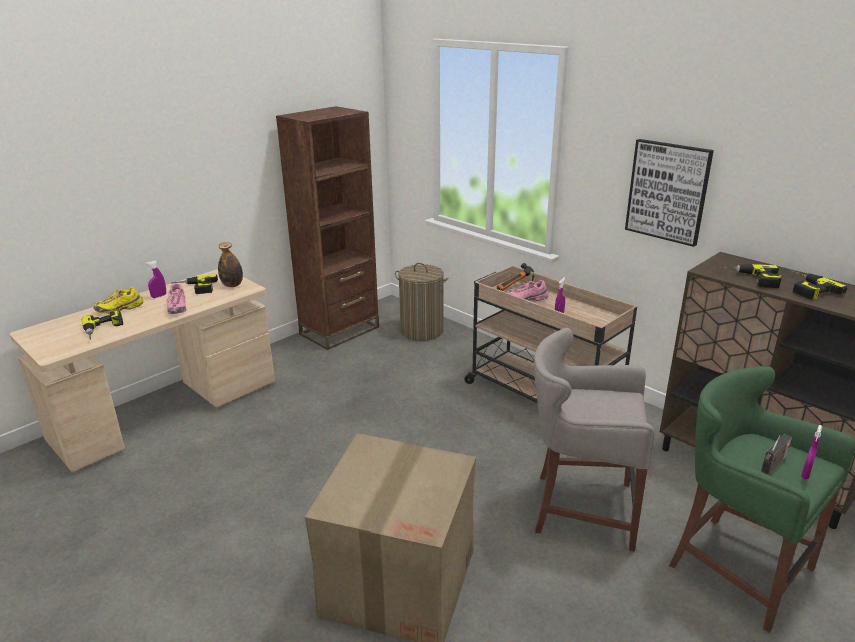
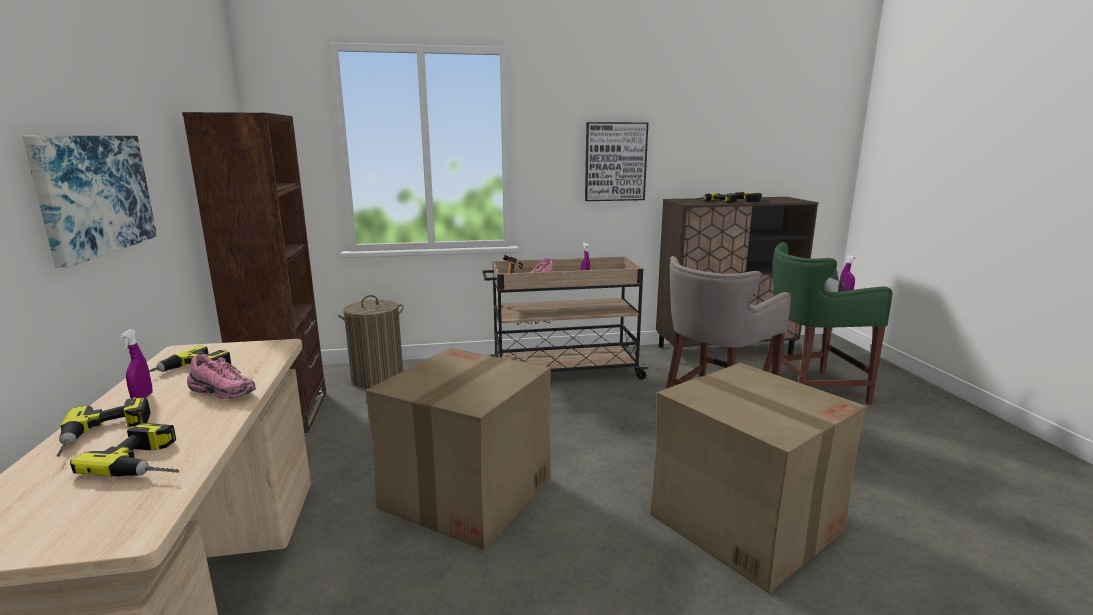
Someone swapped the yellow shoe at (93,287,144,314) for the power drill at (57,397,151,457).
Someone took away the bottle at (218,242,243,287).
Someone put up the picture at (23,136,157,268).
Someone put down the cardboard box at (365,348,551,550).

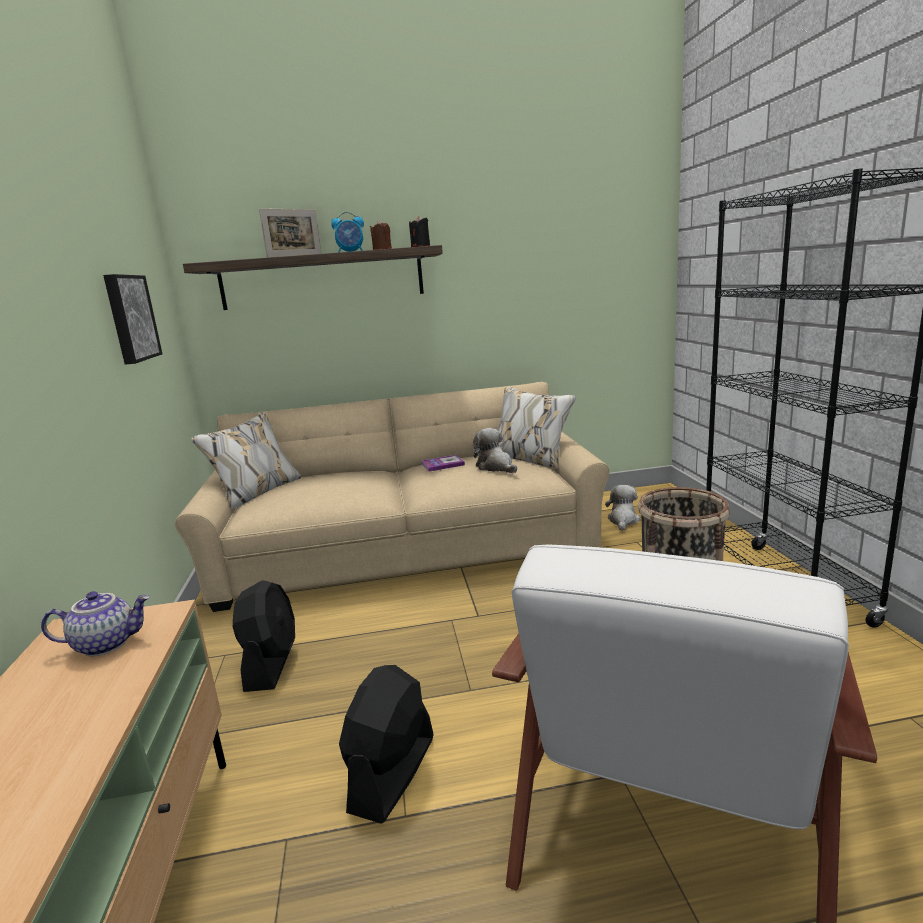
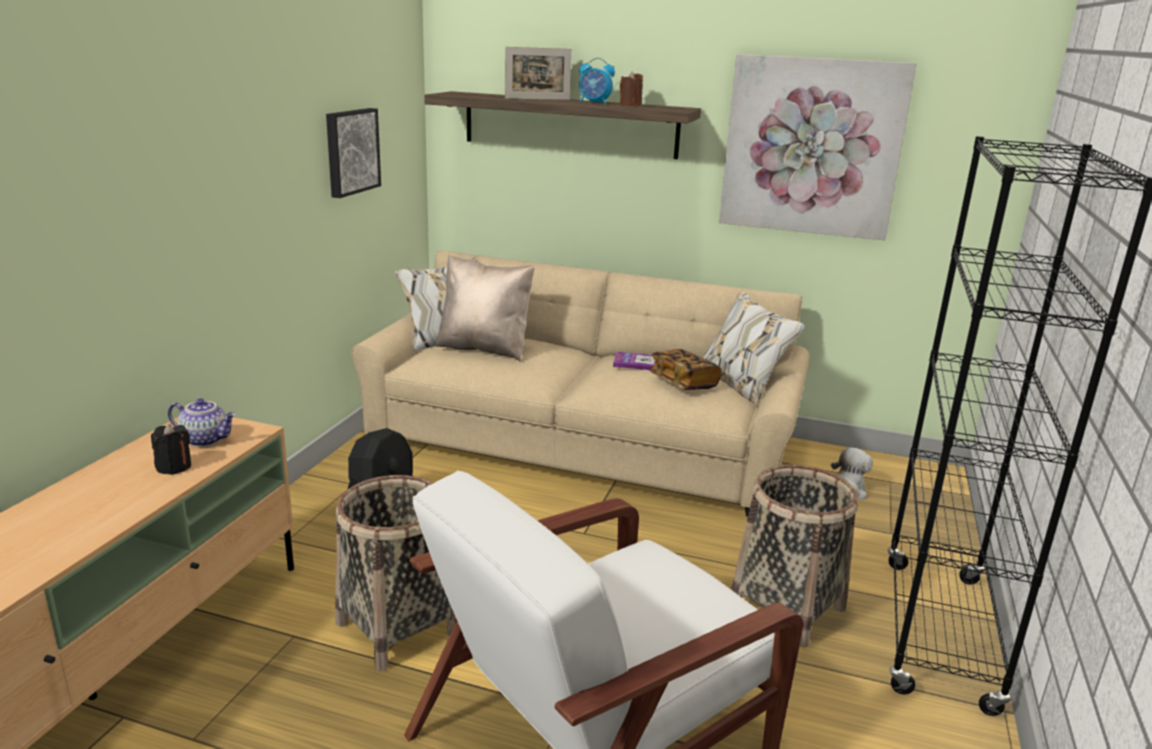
Someone swapped the black fan at (339,665,434,824) for the basket at (335,475,457,671).
Someone carried the black candle from (409,216,430,247) to (151,424,191,475).
Someone swapped the plush toy at (473,428,517,473) for the book at (649,349,722,390).
Someone put down the beige pillow at (435,255,535,361).
Someone put up the picture at (719,54,917,240).

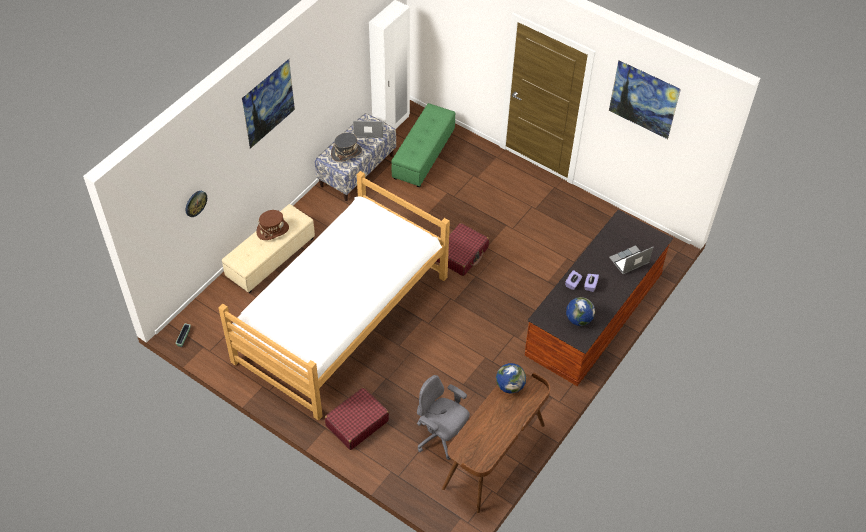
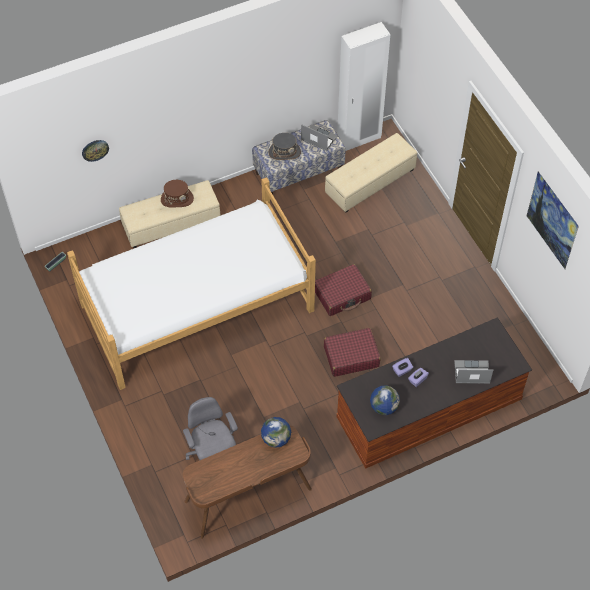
Someone took away the picture at (242,59,295,149).
Someone carried the red suitcase from (325,387,389,450) to (324,328,381,377).
Someone repainted the green ottoman at (391,103,456,188), which became the beige ottoman at (325,133,417,213).

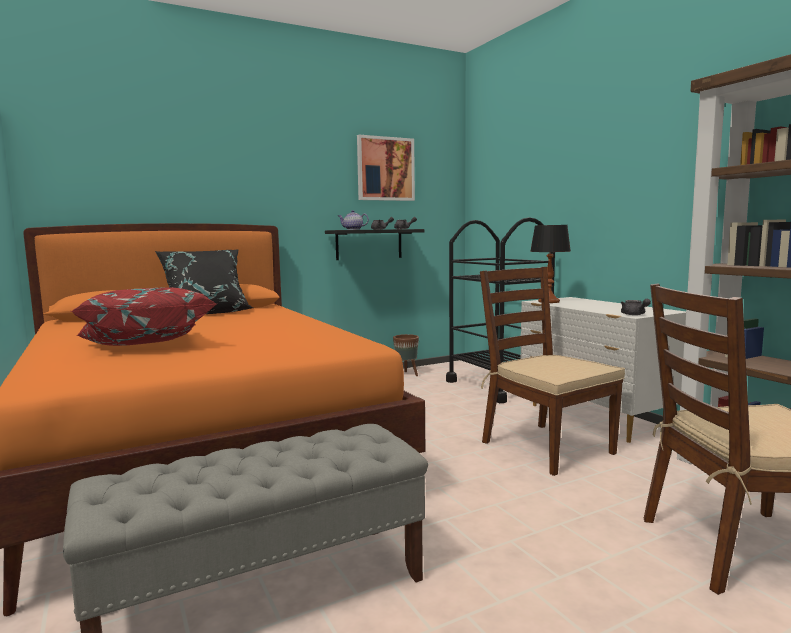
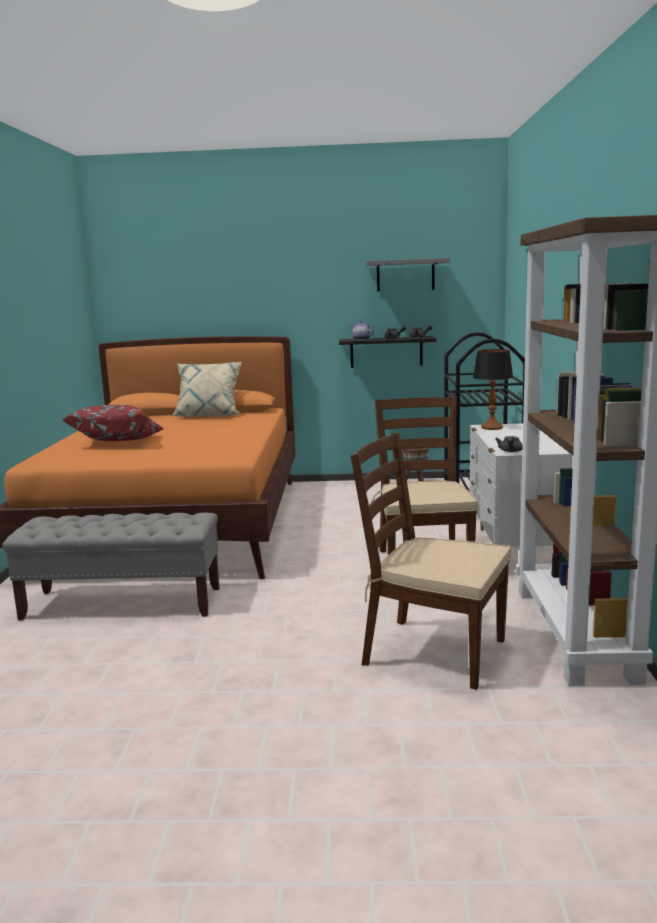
Someone repainted the black pillow at (155,249,253,314), which became the beige pillow at (170,362,242,417).
Someone swapped the picture at (357,135,415,201) for the grey shelf at (366,258,450,292).

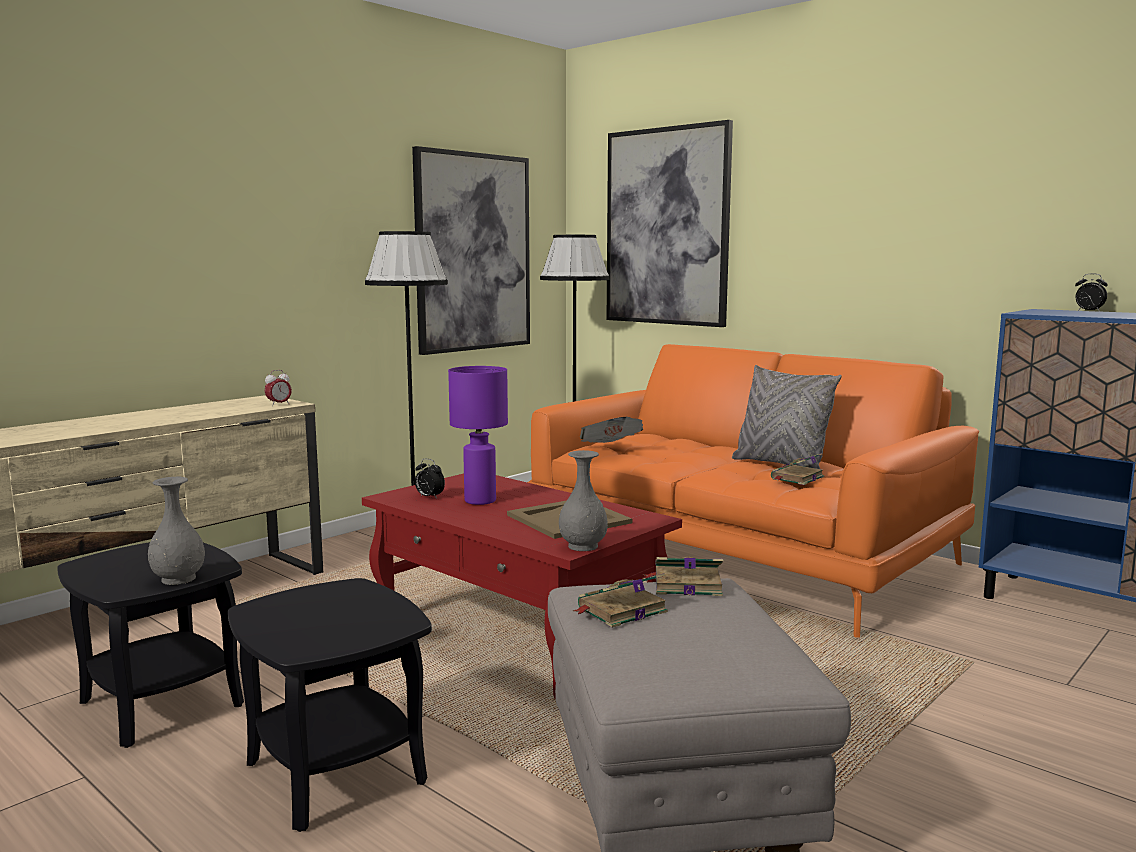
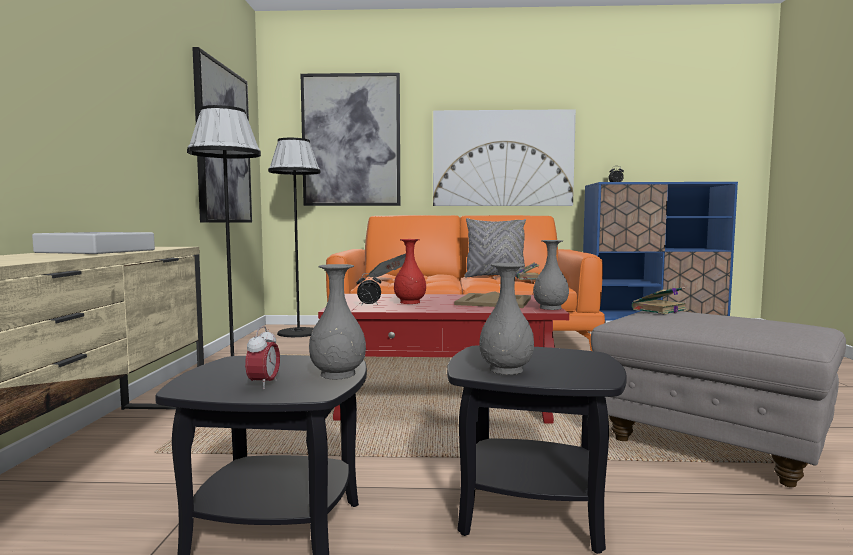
Someone carried the alarm clock from (265,370,292,406) to (245,326,280,389).
Someone swapped the purple table lamp at (448,366,508,505) for the red vase at (394,239,426,304).
Someone took away the book at (573,573,668,628).
Someone put down the grey tray at (32,232,155,254).
Someone put up the picture at (433,109,576,206).
Someone put down the grey vase at (479,263,534,375).

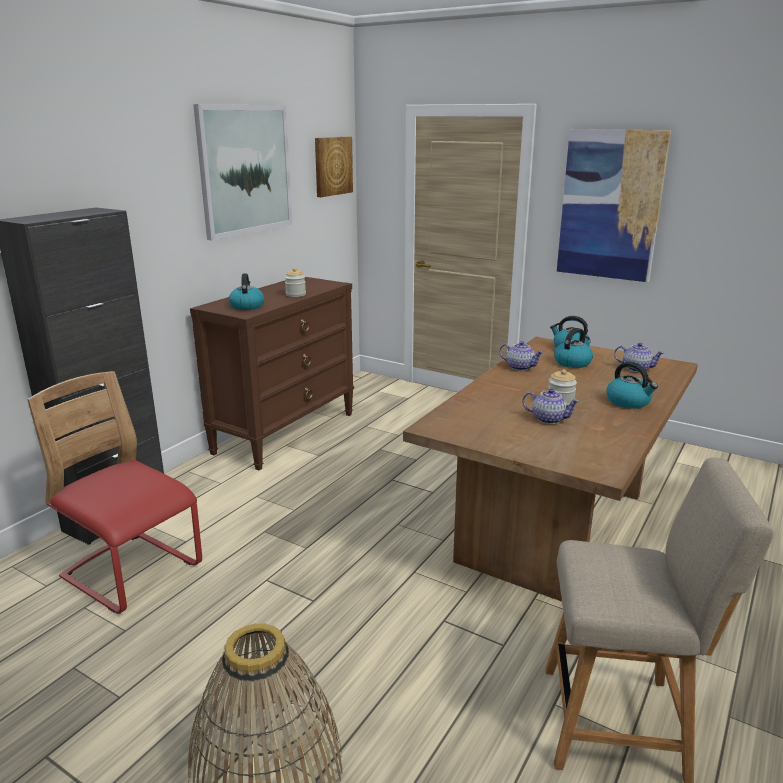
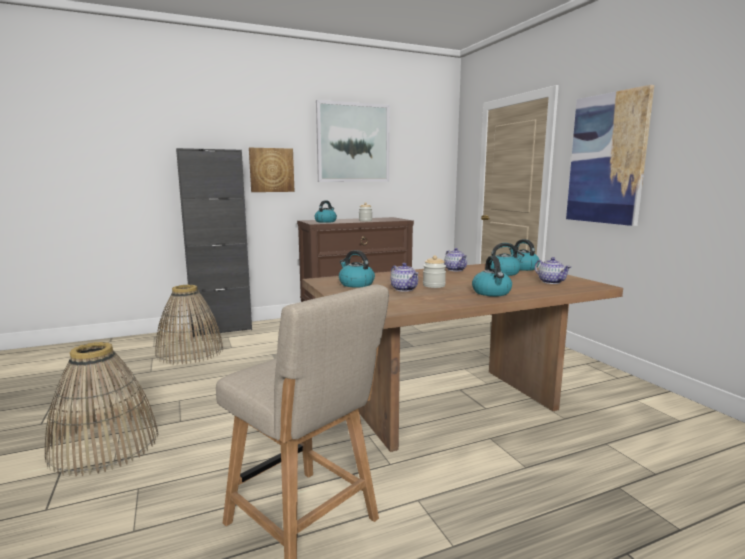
Someone swapped the red chair at (27,371,202,614) for the basket at (155,285,223,365).
Someone carried the picture from (315,136,353,197) to (249,148,295,192).
Someone put down the kettle at (339,250,375,288).

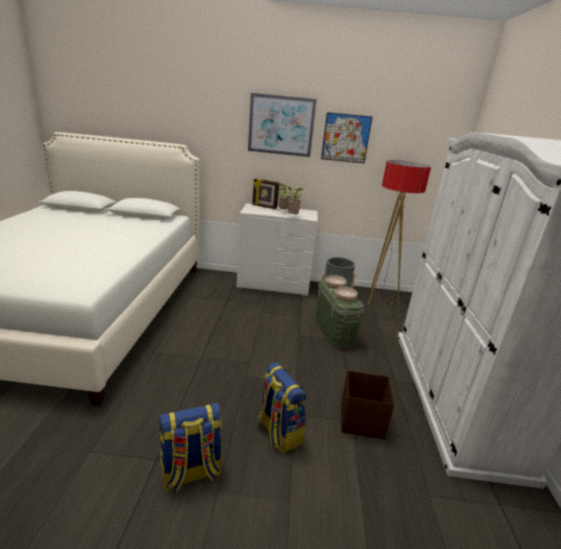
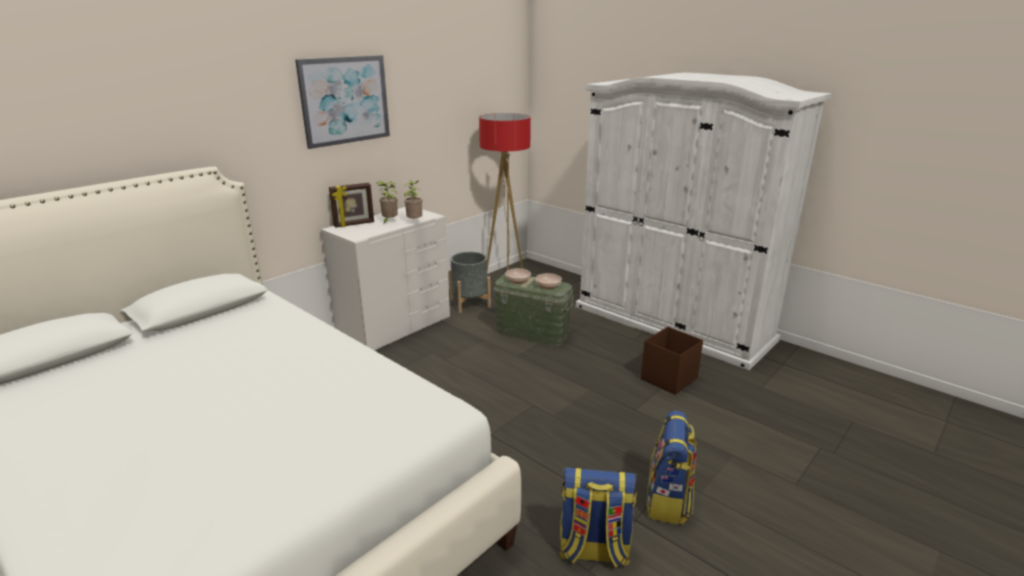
Someone carried the backpack from (257,362,307,453) to (559,467,637,568).
Someone took away the picture at (321,112,372,163).

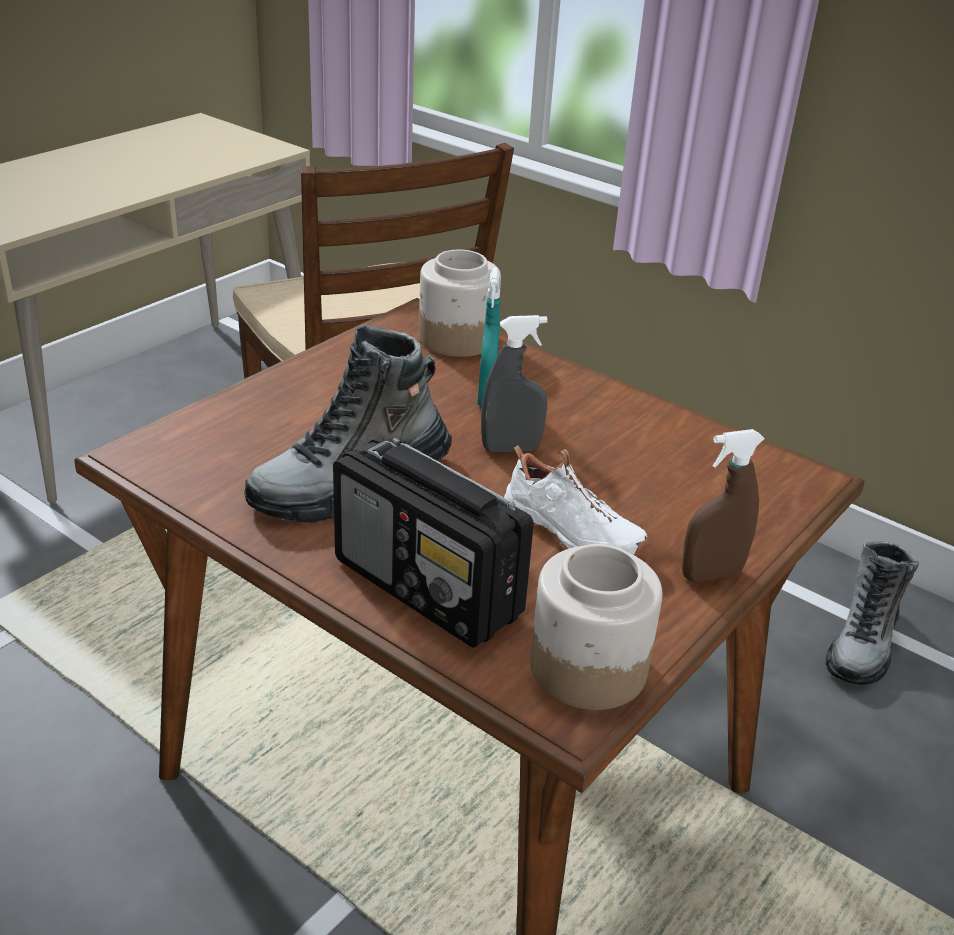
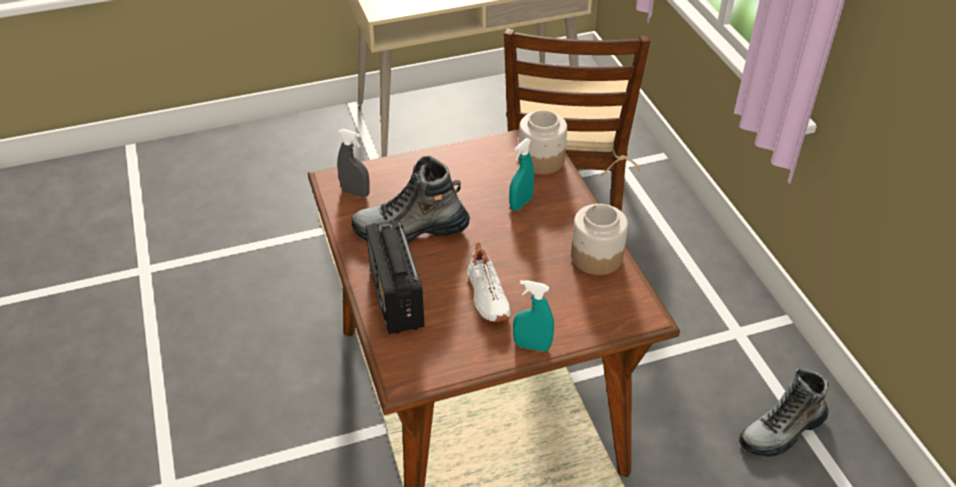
Someone carried the grey spray bottle from (481,315,548,452) to (337,129,370,197).
Someone carried the jar from (530,544,662,710) to (571,204,628,275).
Someone repainted the brown spray bottle at (682,429,765,582), which became the turquoise spray bottle at (513,280,554,352).

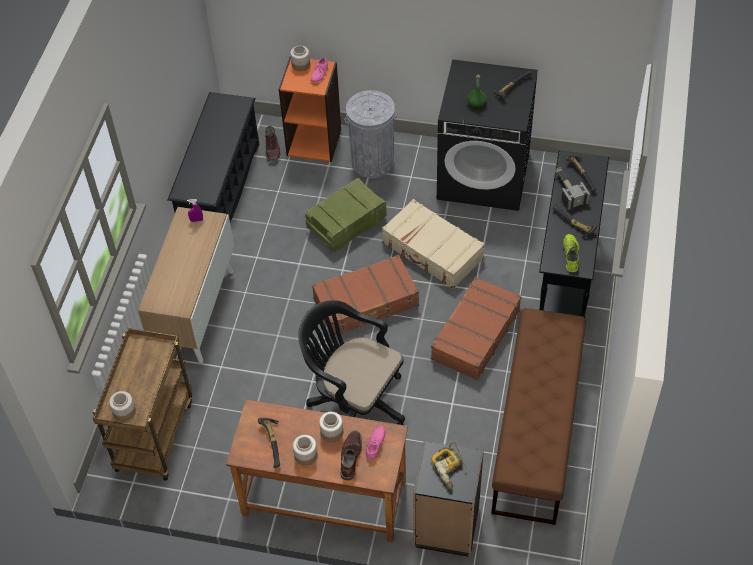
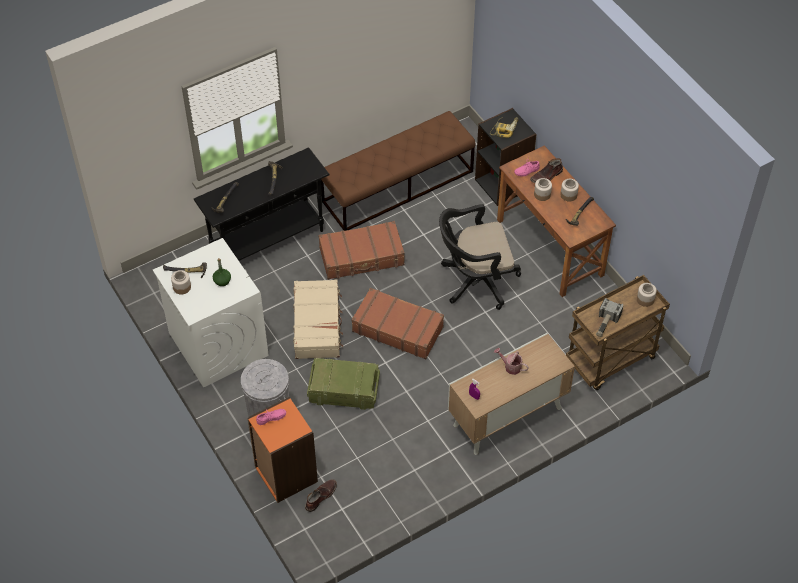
Someone took away the black shoe rack at (167,92,259,222).
Someone carried the jar from (290,46,310,71) to (171,270,191,295).
Someone rotated the black office chair at (298,300,405,425) by 90 degrees clockwise.
Someone repainted the black washing machine at (437,59,538,211), which became the white washing machine at (153,238,269,388).
Someone carried the hammer from (555,168,590,210) to (596,297,623,337).
Someone took away the shoe at (563,234,579,273).
Someone put down the watering can at (494,348,529,375).

